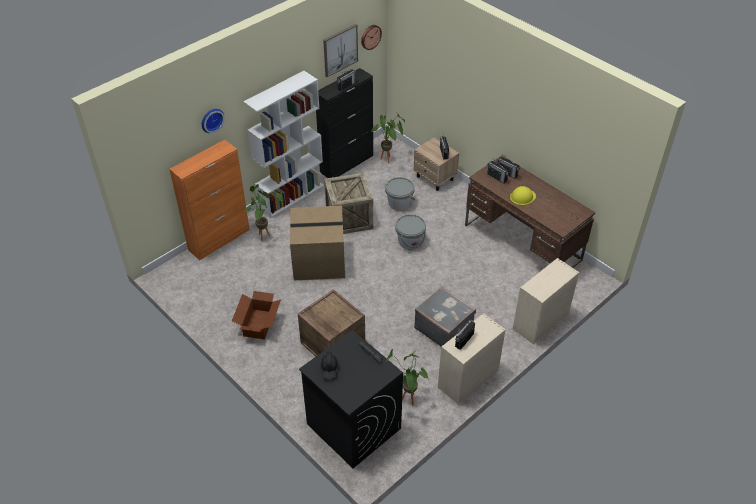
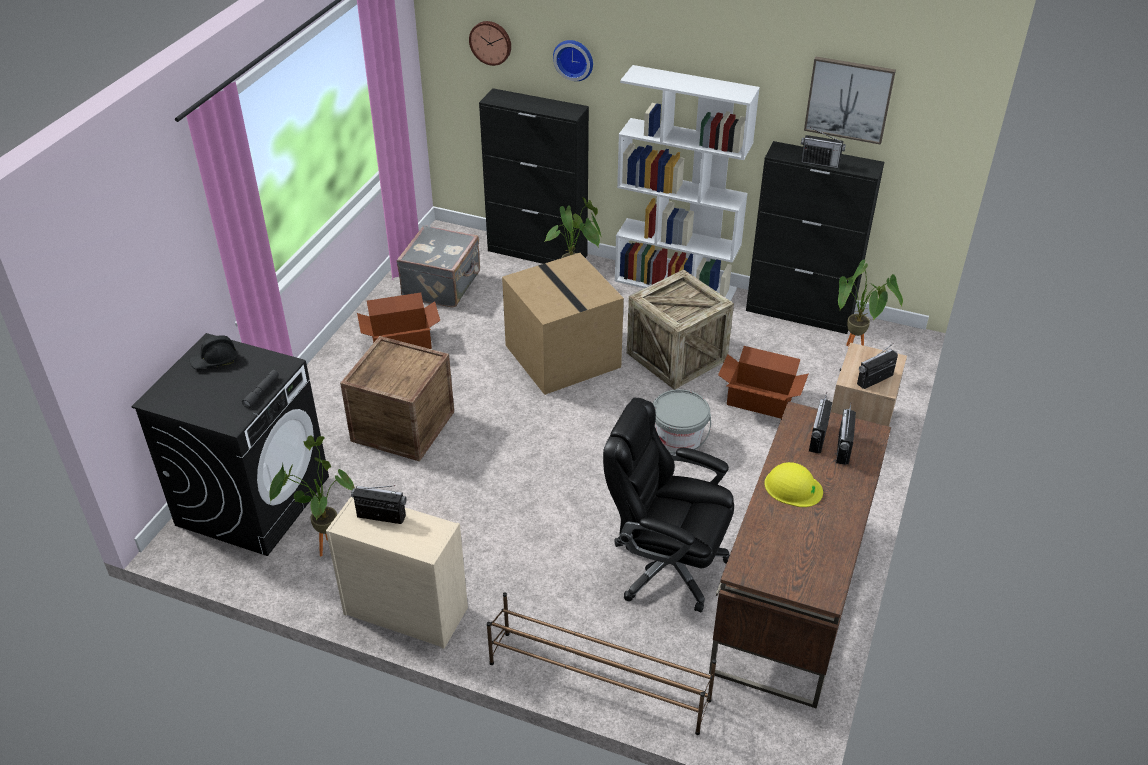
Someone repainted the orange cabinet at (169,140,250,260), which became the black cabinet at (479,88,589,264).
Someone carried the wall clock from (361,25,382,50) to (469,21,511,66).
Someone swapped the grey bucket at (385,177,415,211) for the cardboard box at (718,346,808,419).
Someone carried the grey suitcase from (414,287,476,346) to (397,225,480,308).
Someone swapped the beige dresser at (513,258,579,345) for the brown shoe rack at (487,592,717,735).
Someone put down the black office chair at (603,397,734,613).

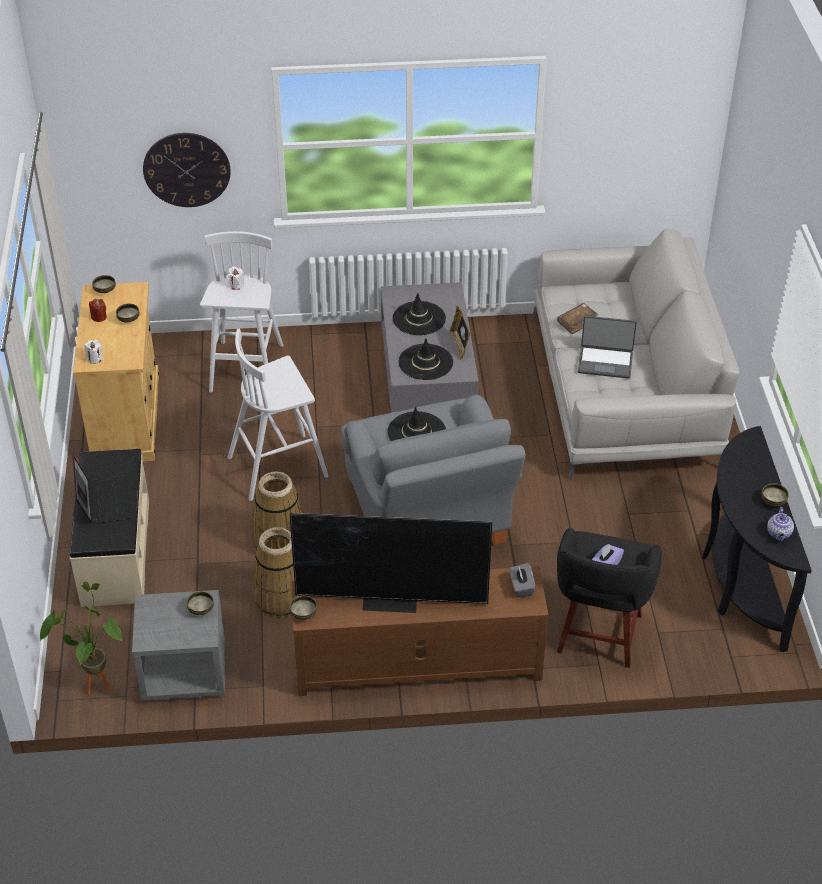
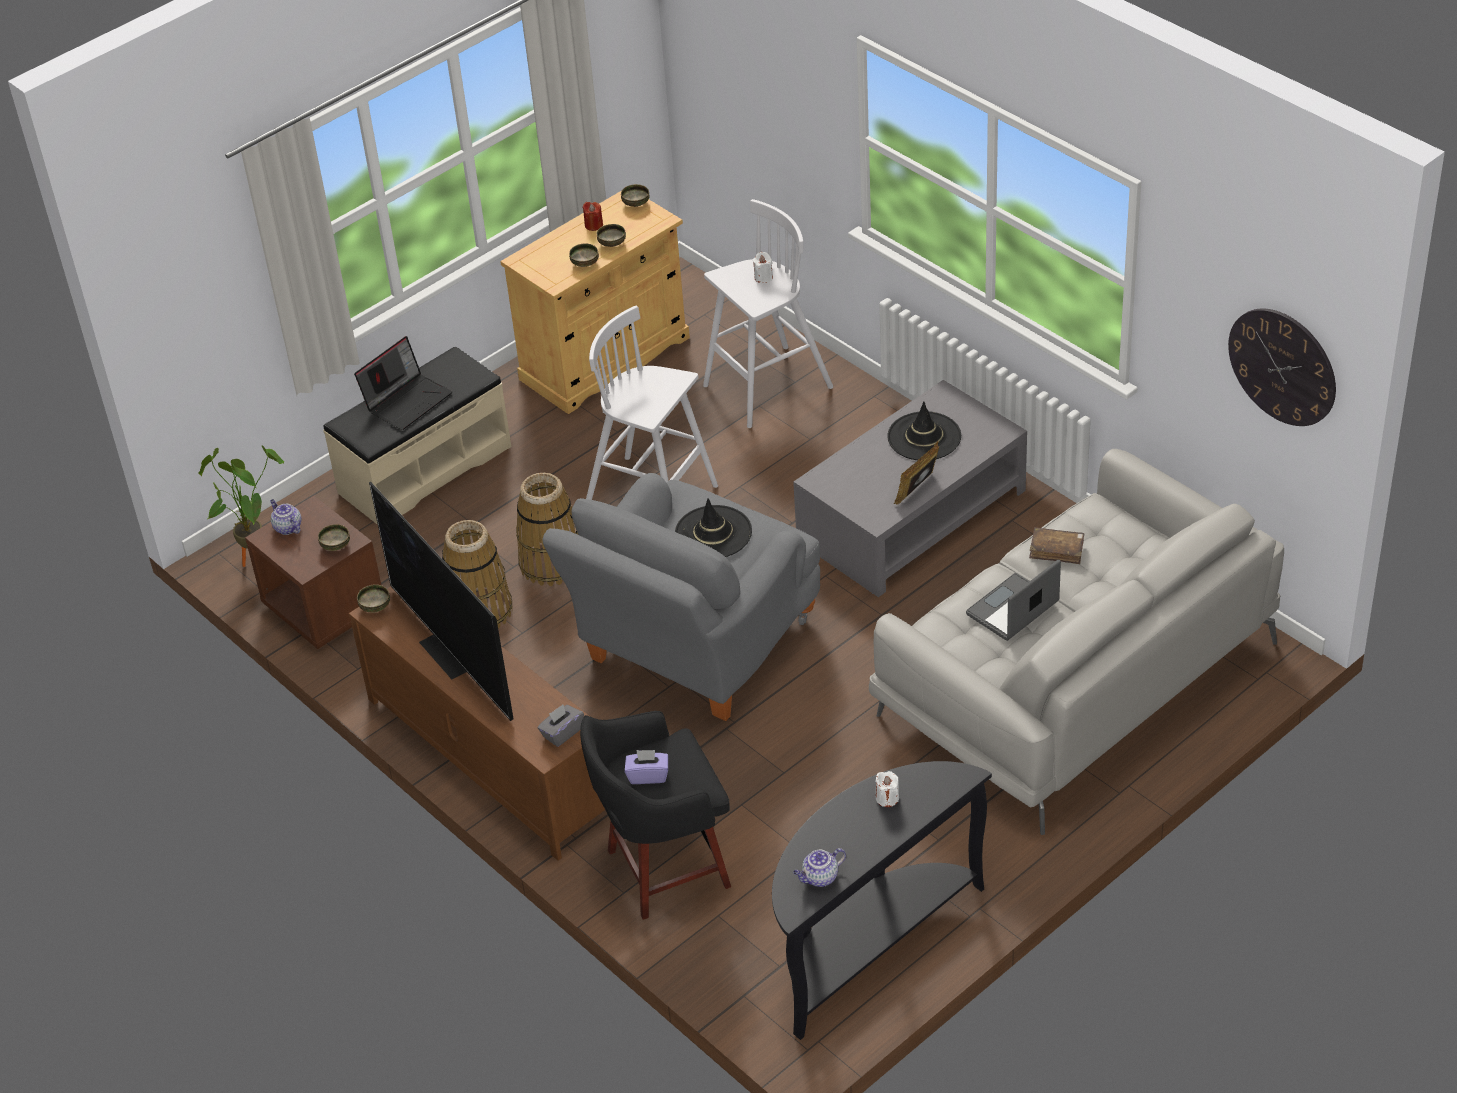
Someone carried the white candle from (84,340,103,364) to (875,771,899,807).
Someone repainted the grey nightstand at (132,590,225,701), which became the brown nightstand at (245,496,381,649).
Someone carried the wall clock from (143,133,231,207) to (1228,309,1336,426).
Someone took away the black hat at (398,338,453,380).
Someone rotated the laptop at (578,316,637,378) by 75 degrees clockwise.
Someone carried the bowl from (761,483,789,506) to (569,243,599,267).
Someone put down the teapot at (270,499,301,535).

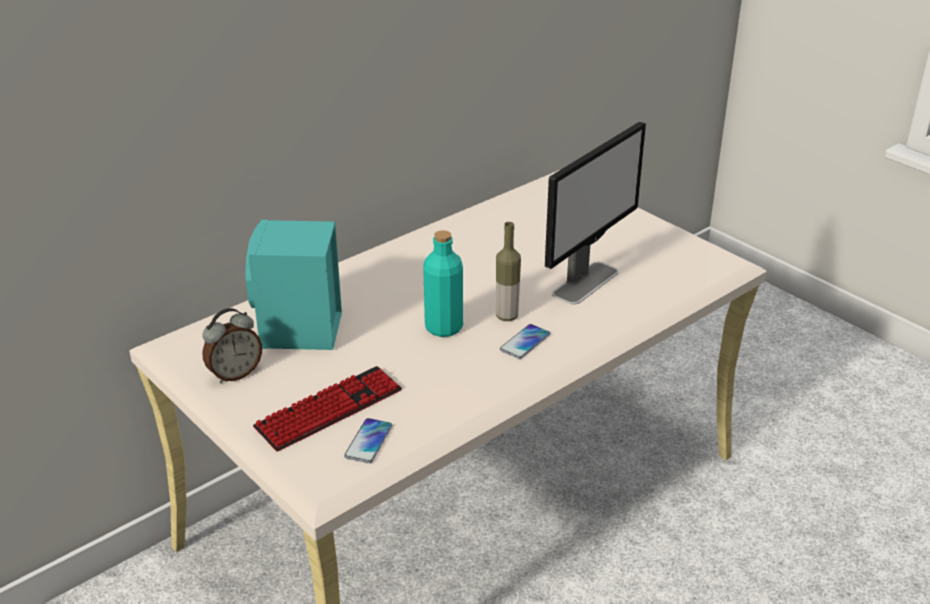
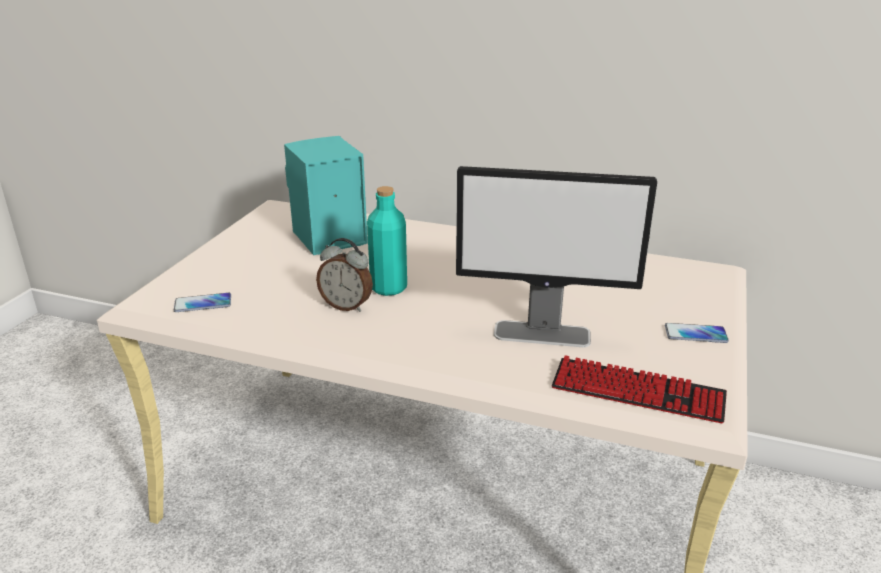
Someone carried the alarm clock from (202,308,262,383) to (316,238,373,312).
Someone carried the keyboard from (253,366,402,452) to (552,355,727,423).
Someone took away the bottle at (496,222,521,321).
Someone carried the phone from (500,324,550,359) to (665,323,729,343).

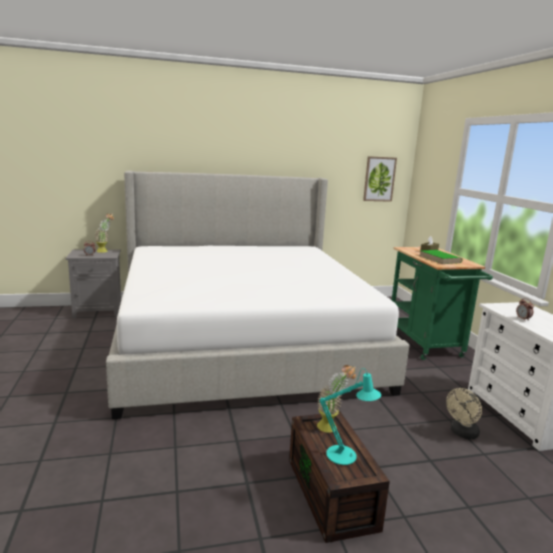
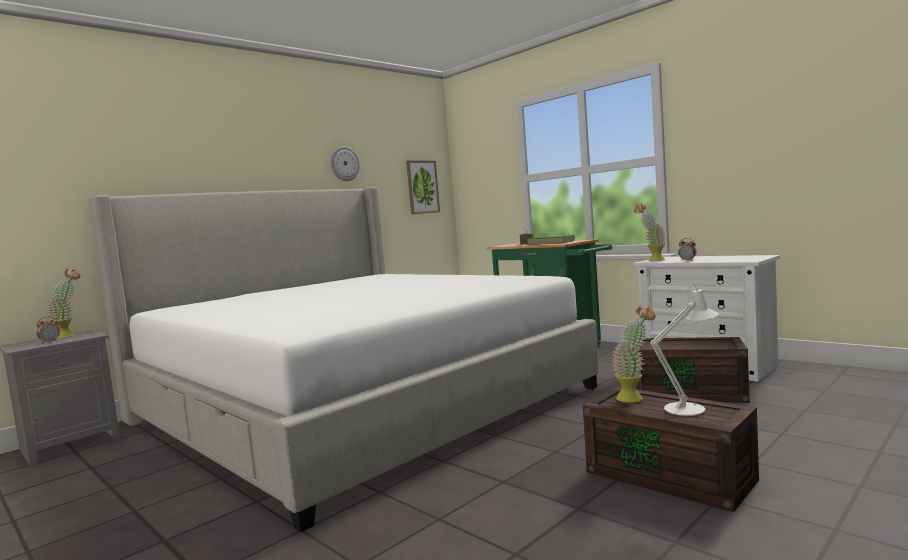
Someone repainted the turquoise table lamp at (319,368,381,465), which became the white table lamp at (650,284,718,416).
Someone swapped the beige fan at (446,388,482,439) for the brown storage box at (636,337,750,403).
Someone put up the wall clock at (330,146,360,181).
Someone put down the potted plant at (634,203,666,261).

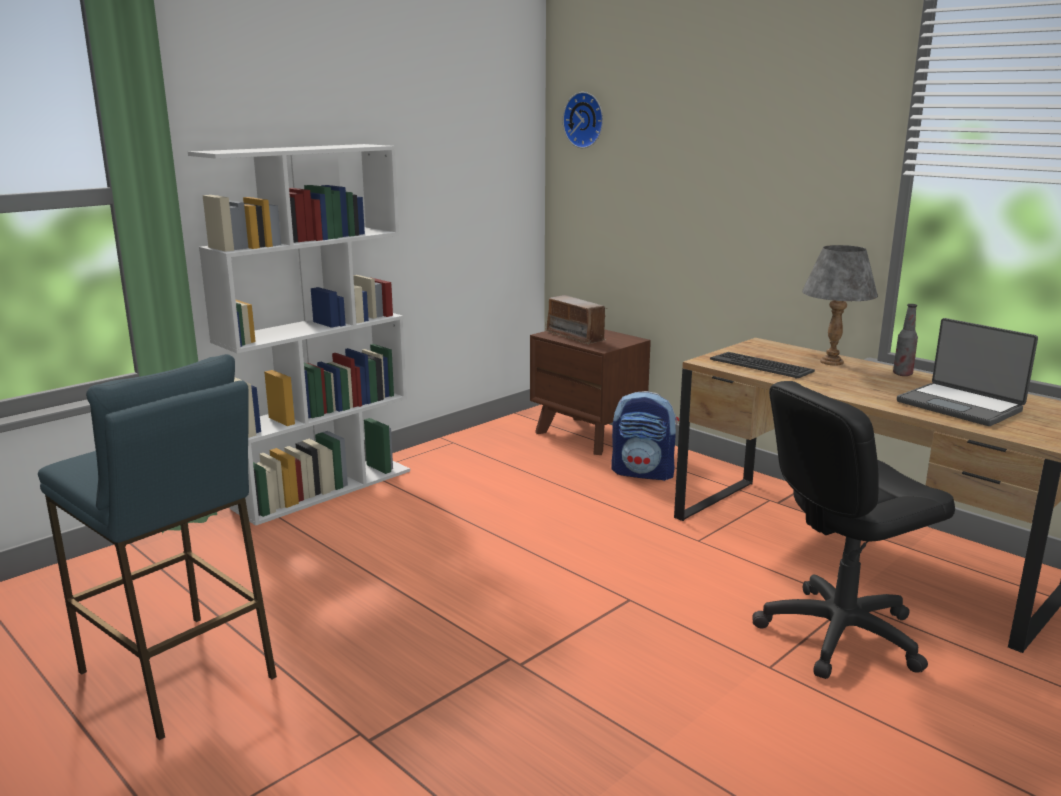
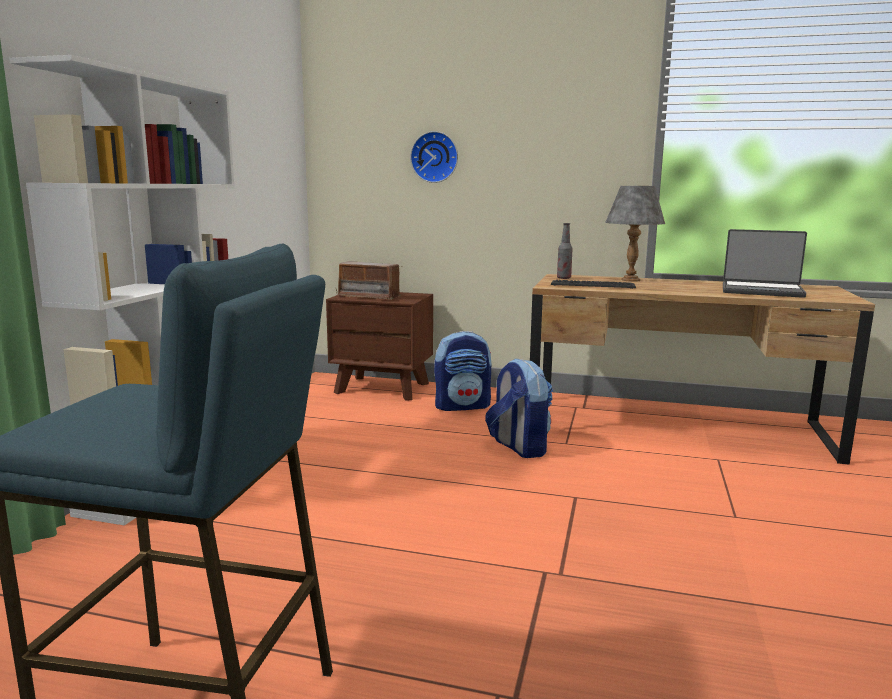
Someone carried the wall clock from (563,92,603,148) to (410,131,458,183).
Someone took away the black office chair at (752,381,955,679).
Someone carried the bottle from (893,304,918,376) to (557,223,573,279).
Someone put down the backpack at (485,358,553,458).

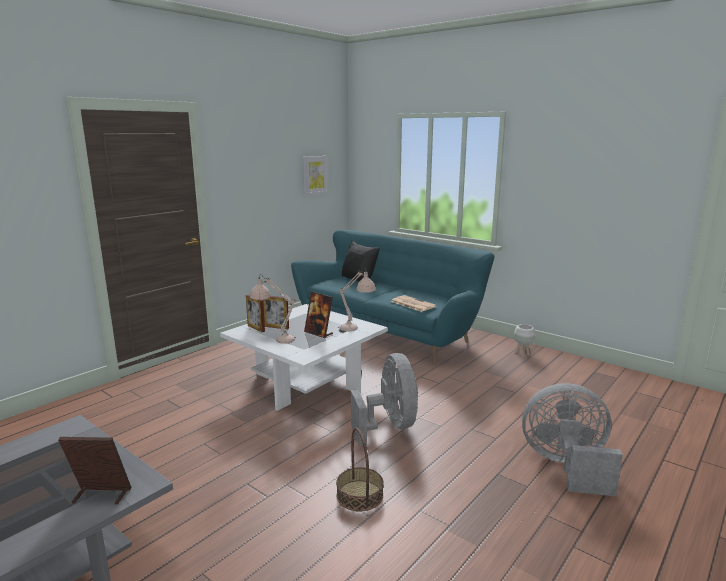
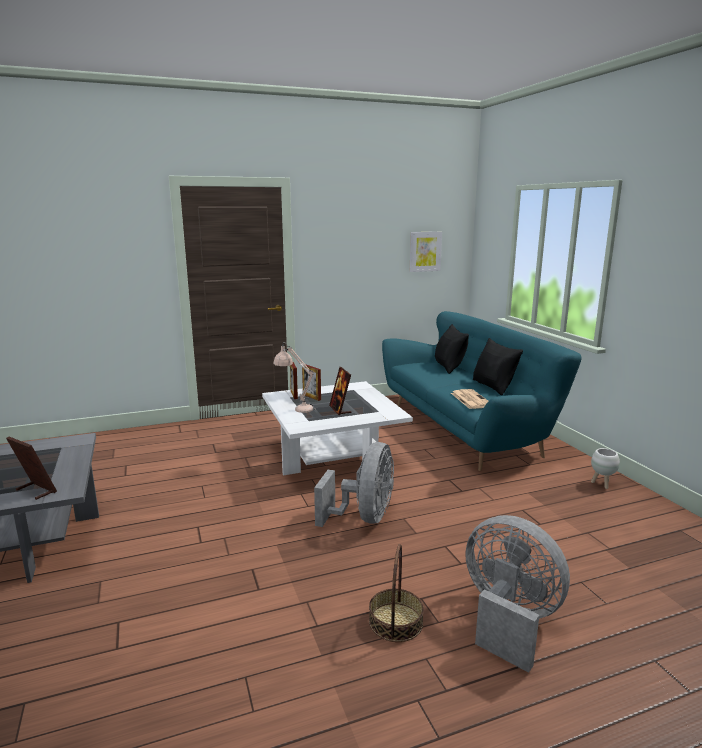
Someone carried the basket from (336,428,384,511) to (369,544,424,642).
Someone took away the beige table lamp at (339,268,376,333).
Someone put down the black pillow at (473,338,523,395).

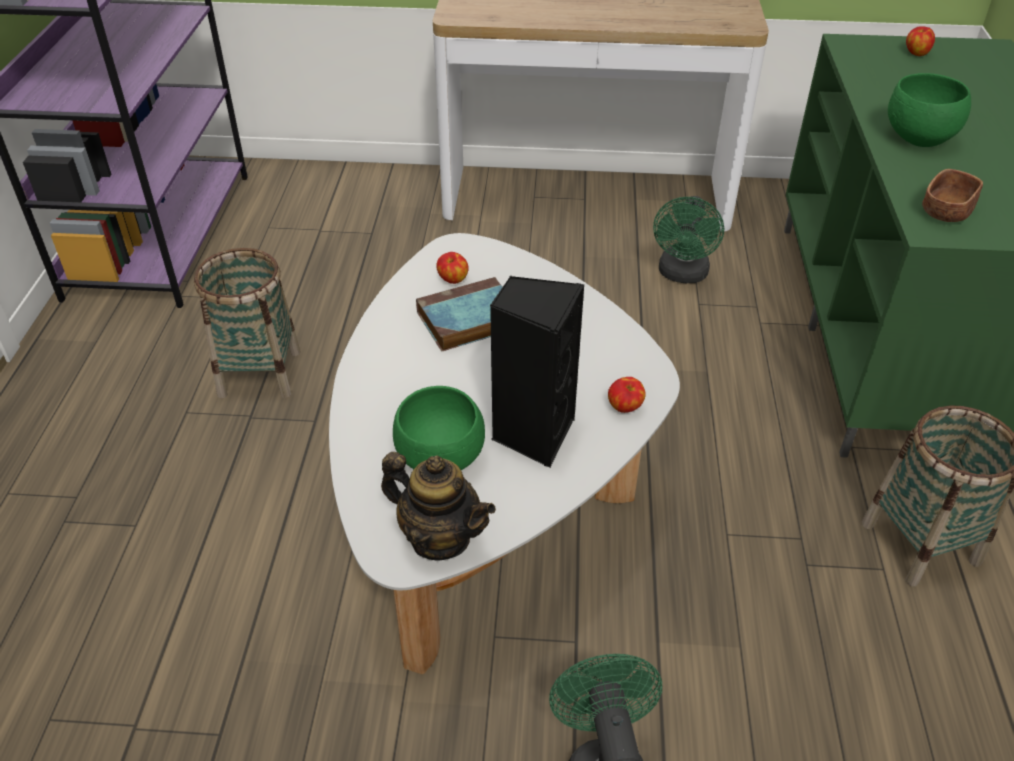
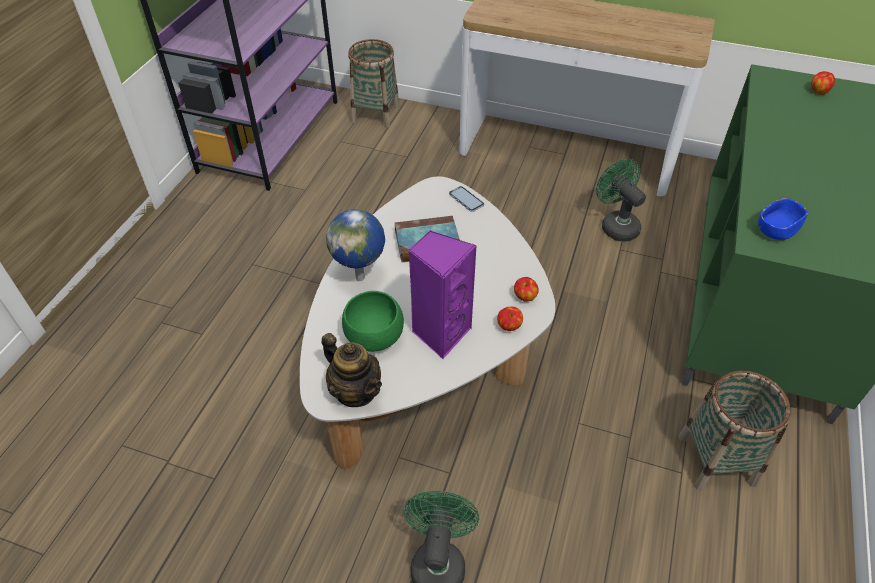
Someone carried the basket from (194,248,301,398) to (348,39,400,128).
Someone carried the apple from (436,252,469,284) to (514,277,539,302).
Someone repainted the black speaker at (490,276,584,468), which became the purple speaker at (409,230,477,359).
Someone rotated the green fan at (653,196,724,283) by 120 degrees clockwise.
Someone took away the green bowl at (888,73,971,147).
Someone repainted the brown bowl at (922,169,983,222), which became the blue bowl at (758,198,808,240).
Someone put down the globe at (326,209,385,281).
Someone put down the phone at (449,186,484,212).

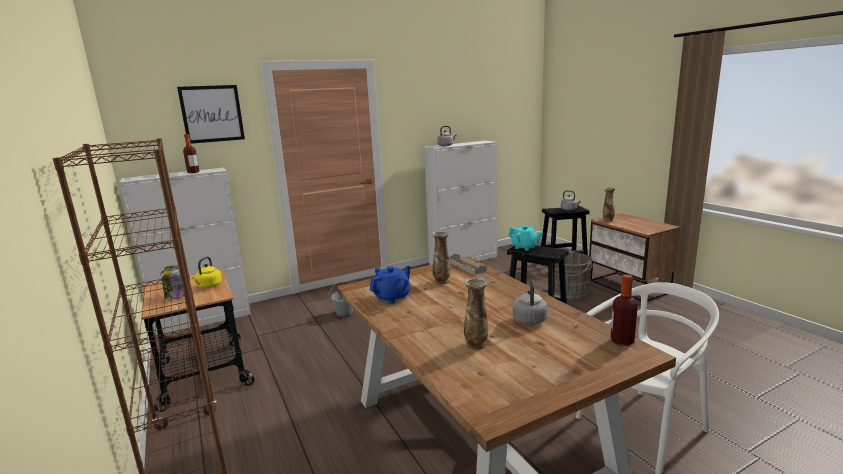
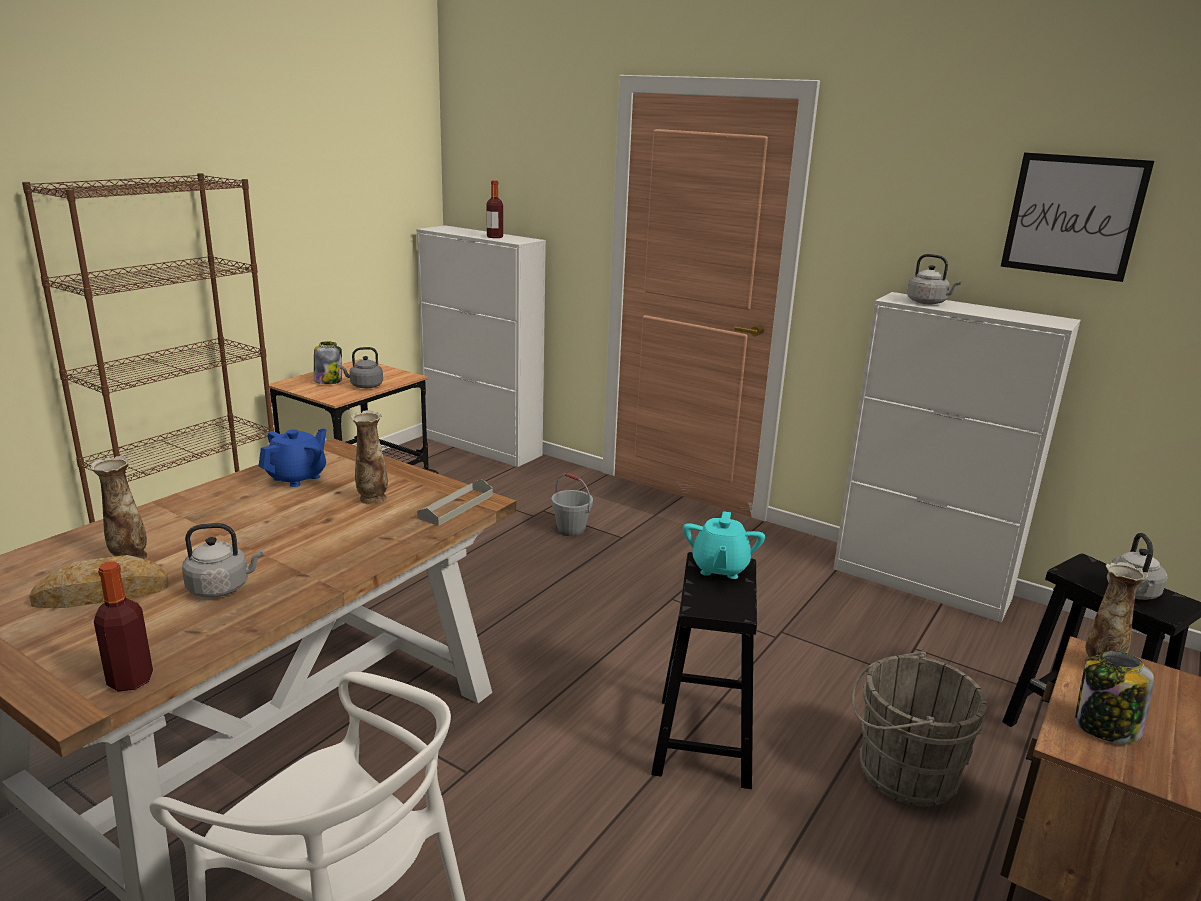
Someone carried the picture from (177,85,245,144) to (1001,152,1154,282).
Someone repainted the yellow kettle at (192,256,222,288), which became the grey kettle at (339,347,383,388).
Someone rotated the blue teapot at (370,266,411,304) by 75 degrees counterclockwise.
Someone put down the bread at (29,555,169,608).
Someone put down the jar at (1075,651,1154,743).

